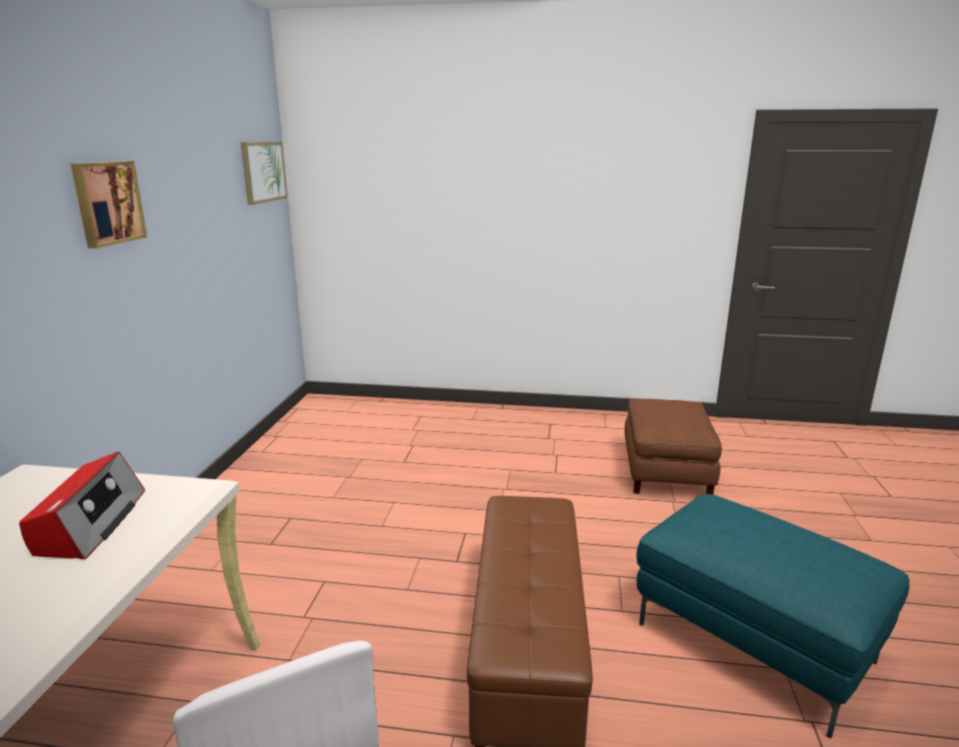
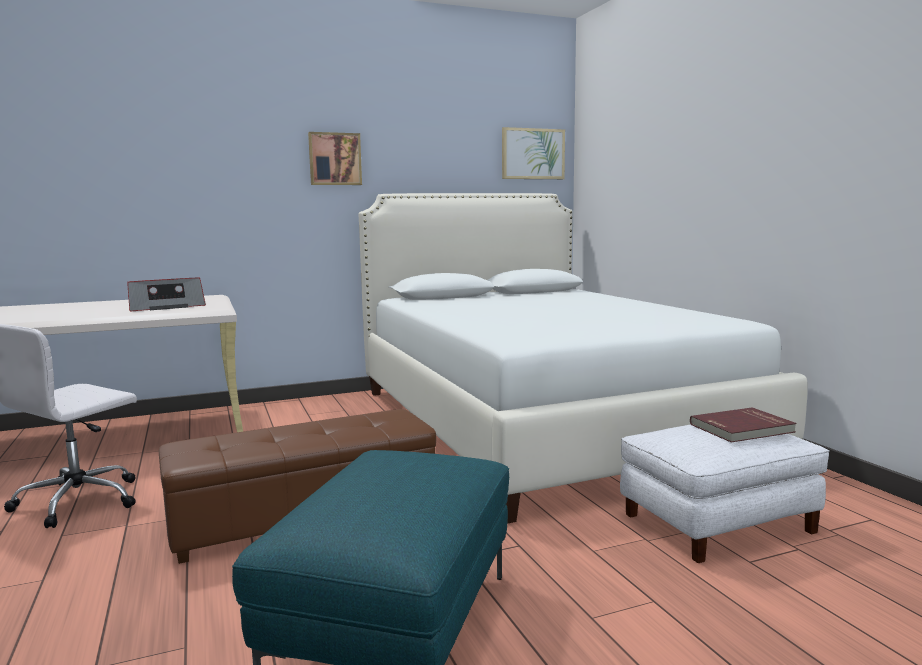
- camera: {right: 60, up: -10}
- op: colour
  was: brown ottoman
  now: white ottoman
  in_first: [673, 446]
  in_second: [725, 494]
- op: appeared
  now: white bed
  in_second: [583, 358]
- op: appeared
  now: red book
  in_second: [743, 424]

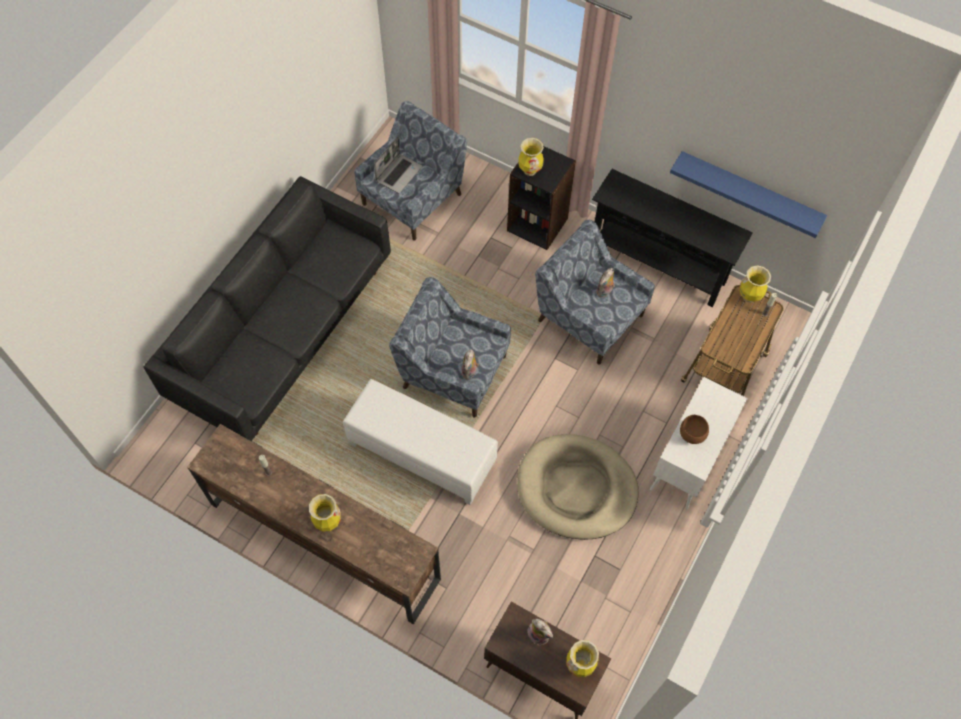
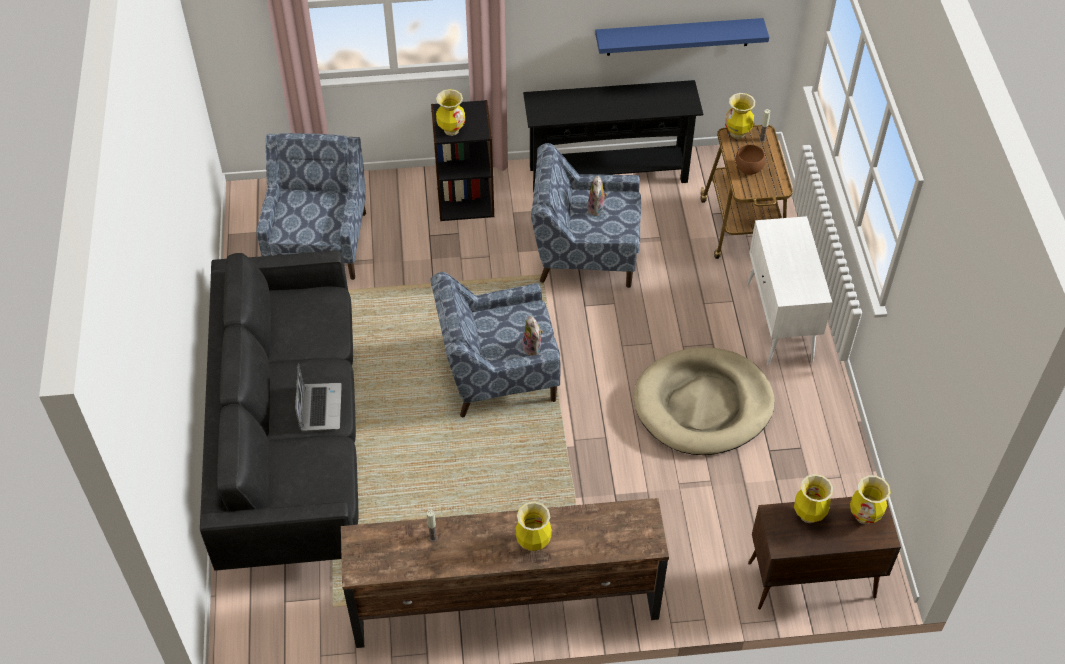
- camera: {right: -35, up: -10}
- op: missing
  was: white ottoman
  in_first: [420, 442]
- op: relocated
  was: laptop
  in_first: [398, 164]
  in_second: [318, 397]
- op: exchanged
  was: plush toy
  now: vase
  in_first: [540, 632]
  in_second: [813, 498]
- op: relocated
  was: brown bowl
  in_first: [694, 429]
  in_second: [751, 160]

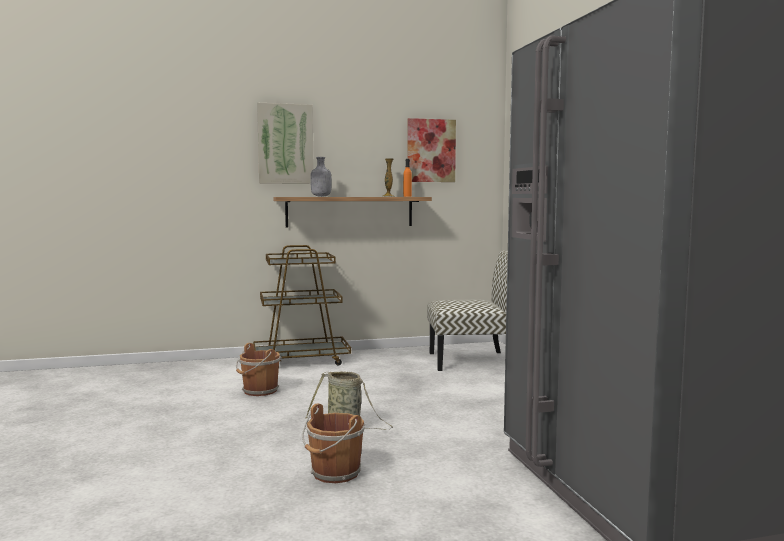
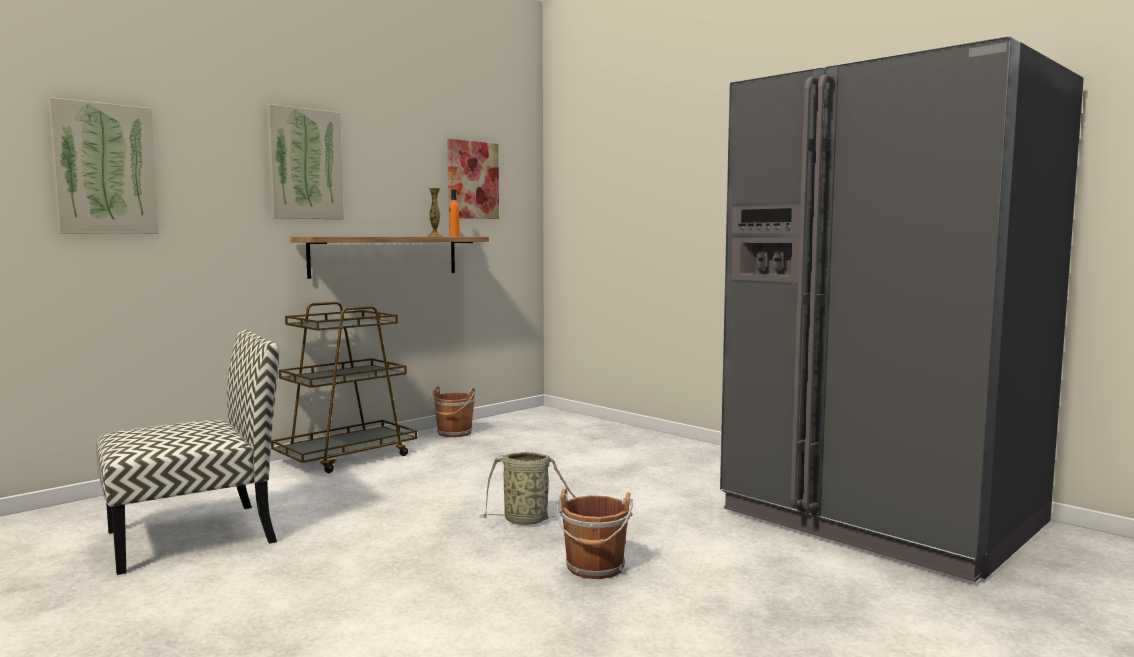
- camera: {right: -30, up: 0}
- op: relocated
  was: brown bucket
  in_first: [259, 369]
  in_second: [453, 411]
- op: missing
  was: grey bottle
  in_first: [321, 177]
- op: relocated
  was: chair
  in_first: [467, 310]
  in_second: [187, 452]
- op: appeared
  now: picture
  in_second: [103, 165]

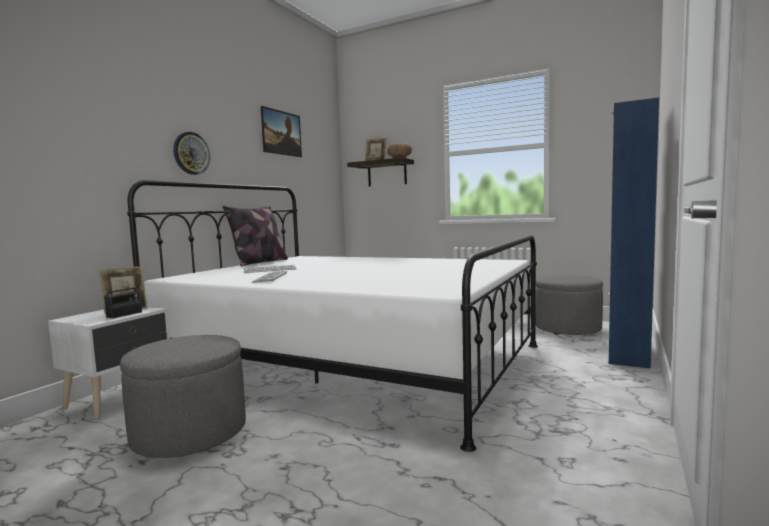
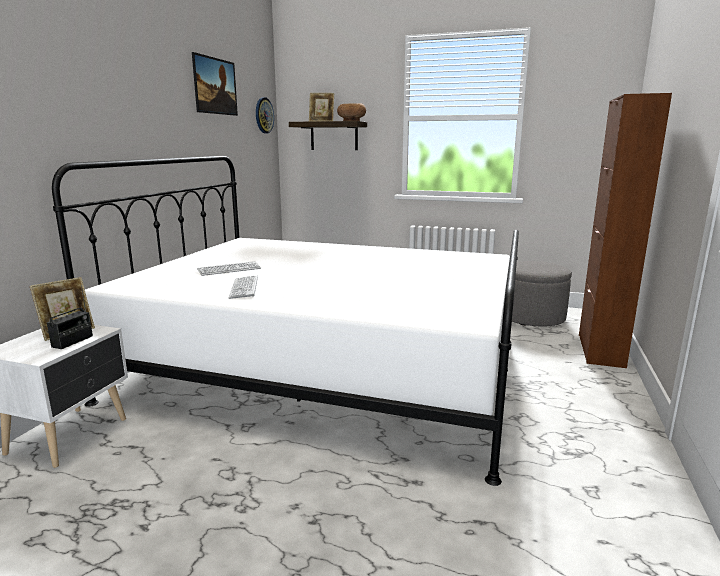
- camera: {right: -10, up: 10}
- op: missing
  was: grey ottoman
  in_first: [183, 396]
- op: relocated
  was: wall clock
  in_first: [191, 153]
  in_second: [265, 115]
- op: missing
  was: pillow
  in_first: [255, 236]
- op: colour
  was: blue cabinet
  now: brown cabinet
  in_first: [633, 232]
  in_second: [625, 230]

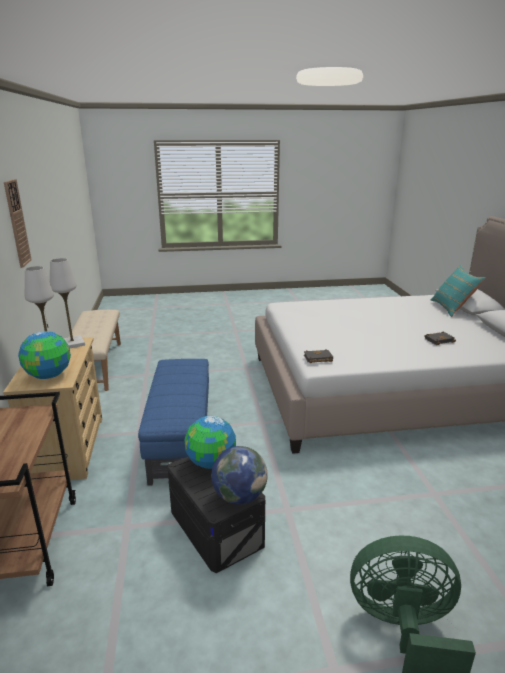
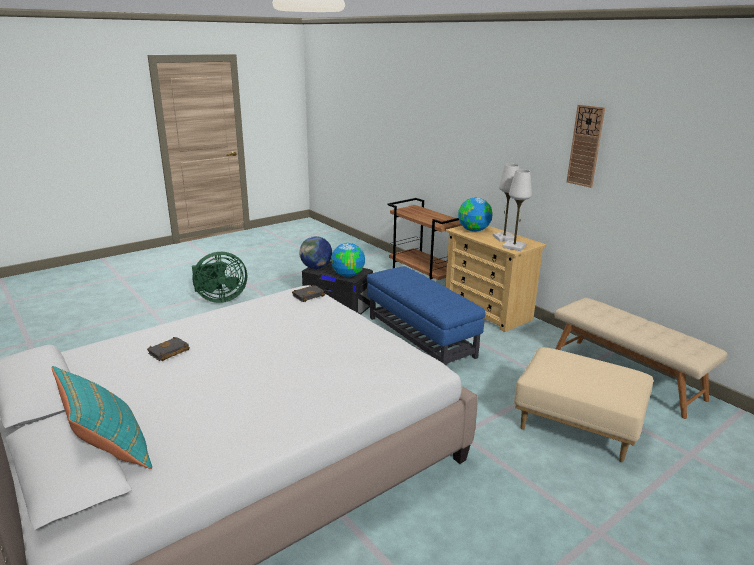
- camera: {right: 150, up: 0}
- op: appeared
  now: beige ottoman
  in_second: [583, 404]

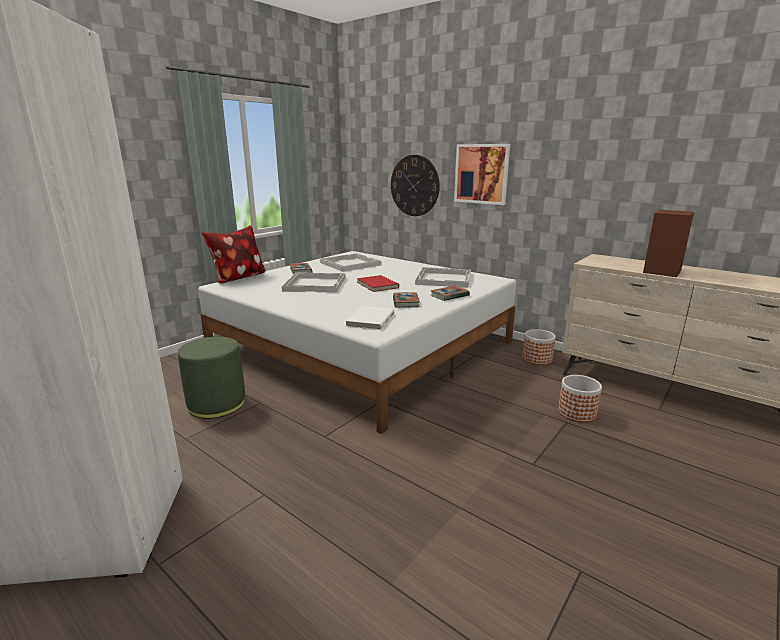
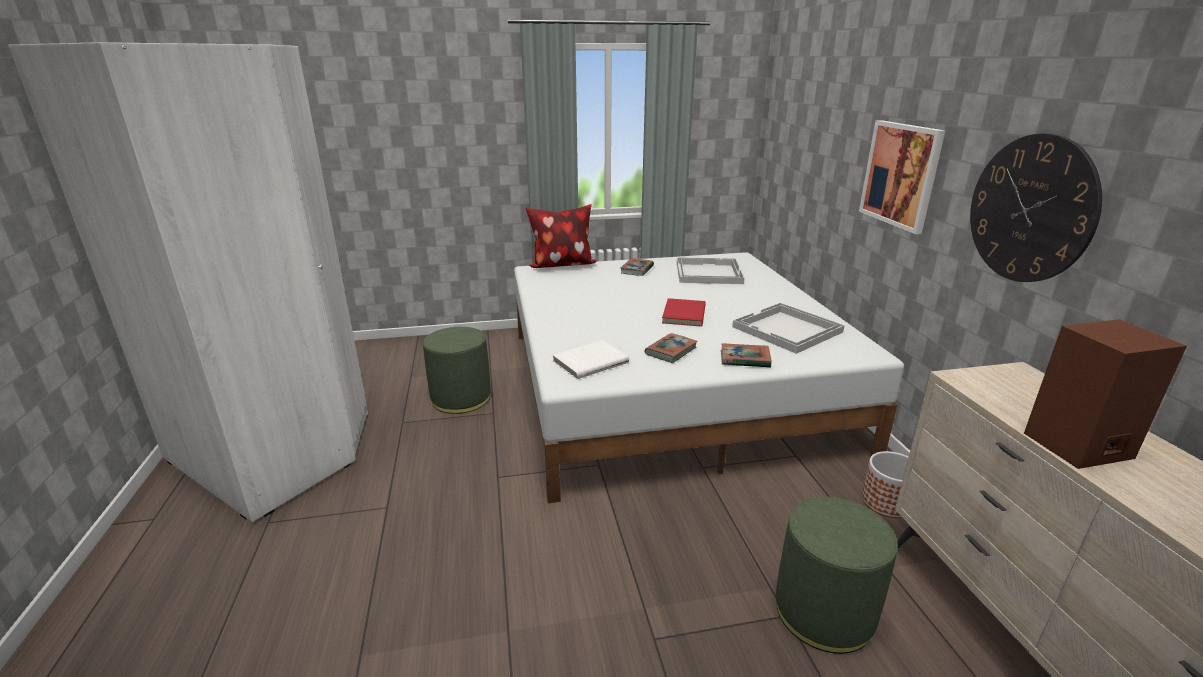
- camera: {right: 40, up: 5}
- op: missing
  was: white tray
  in_first: [313, 282]
- op: relocated
  was: wall clock
  in_first: [415, 185]
  in_second: [1036, 207]
- op: exchanged
  was: planter
  now: green ottoman
  in_first: [580, 398]
  in_second: [837, 575]

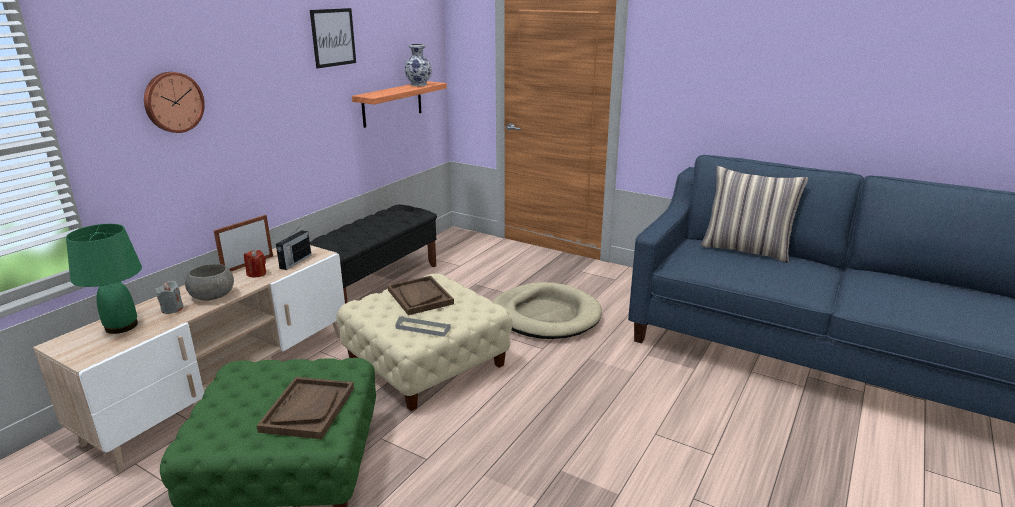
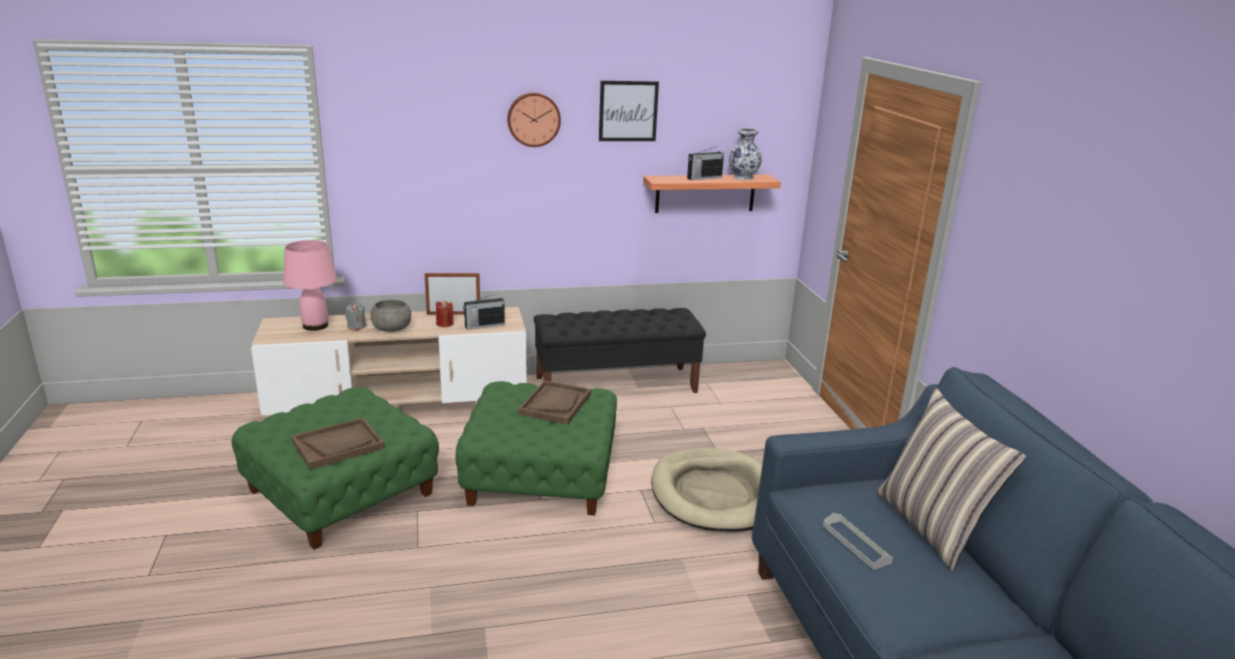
- camera: {right: 45, up: 0}
- op: colour
  was: green table lamp
  now: pink table lamp
  in_first: [104, 279]
  in_second: [310, 285]
- op: relocated
  was: wall clock
  in_first: [174, 102]
  in_second: [534, 119]
- op: colour
  was: beige ottoman
  now: green ottoman
  in_first: [424, 342]
  in_second: [536, 448]
- op: relocated
  was: grey tray
  in_first: [423, 326]
  in_second: [858, 541]
- op: appeared
  now: radio
  in_second: [705, 163]

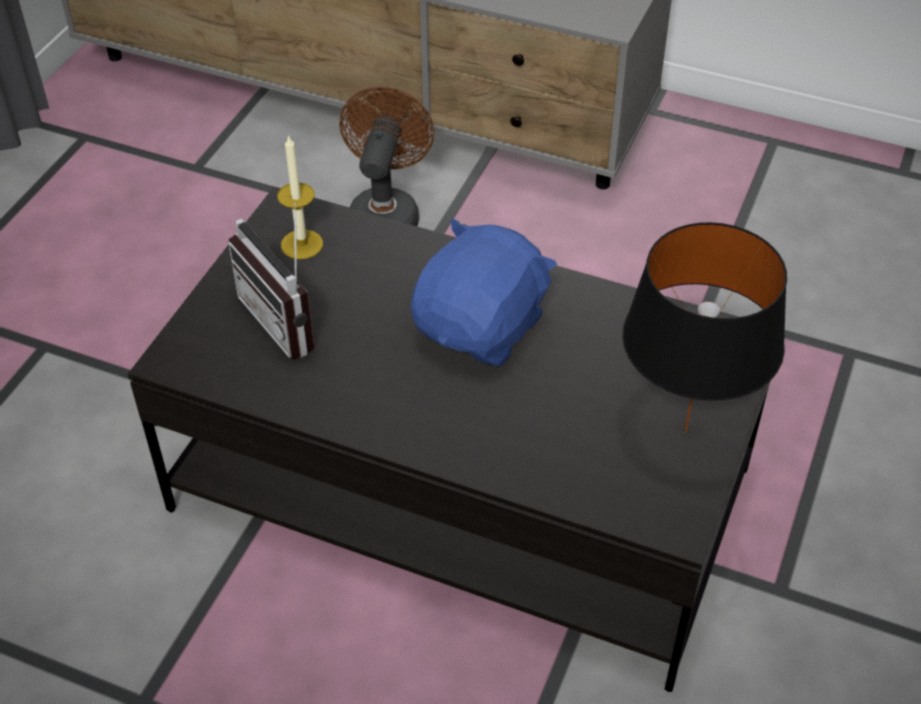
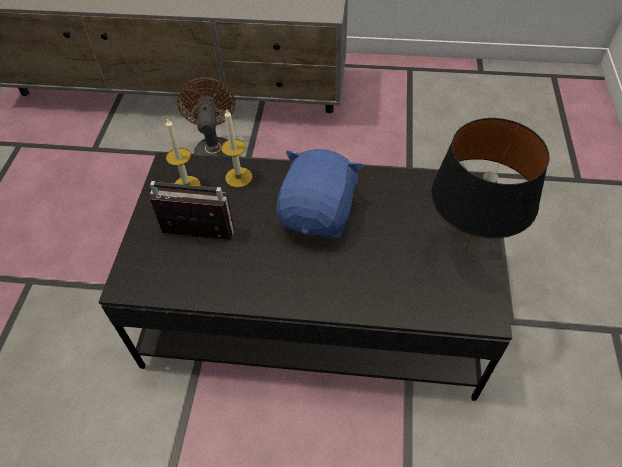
- camera: {right: -15, up: 5}
- op: spun
  was: radio
  in_first: [271, 281]
  in_second: [192, 210]
  clockwise: 150
- op: appeared
  now: candle
  in_second: [236, 148]

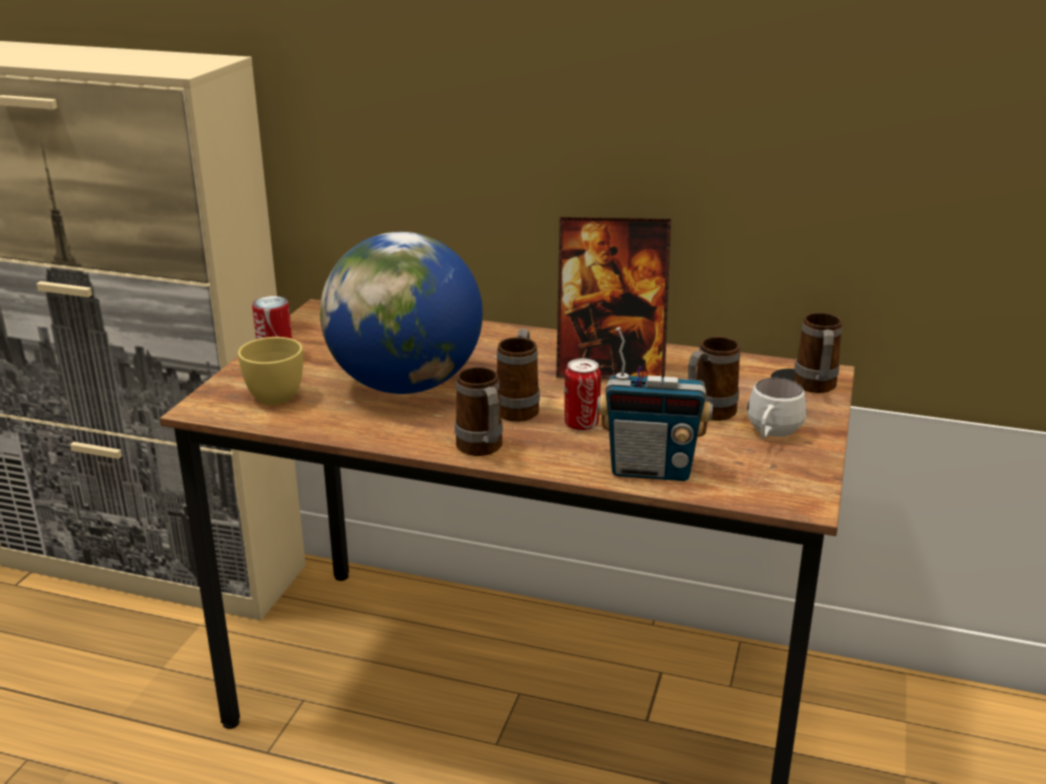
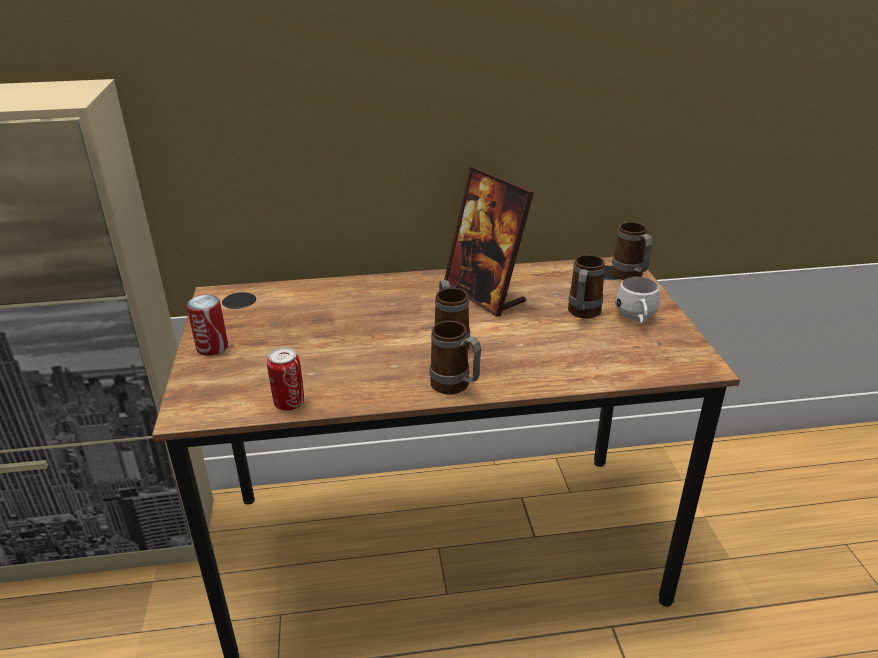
- camera: {right: -25, up: 5}
- op: missing
  was: yellow cup
  in_first: [270, 371]
- op: missing
  was: globe
  in_first: [401, 313]
- op: spun
  was: picture frame
  in_first: [613, 298]
  in_second: [489, 242]
  clockwise: 75
- op: relocated
  was: can
  in_first: [582, 394]
  in_second: [285, 379]
- op: missing
  was: radio
  in_first: [655, 404]

